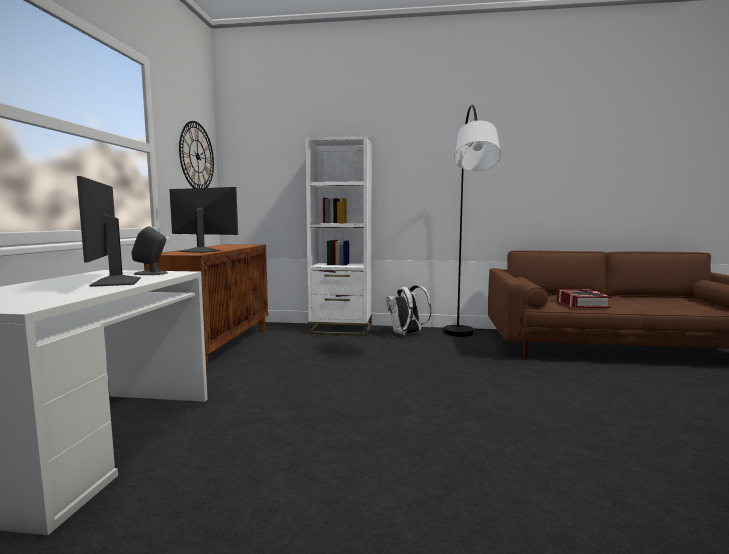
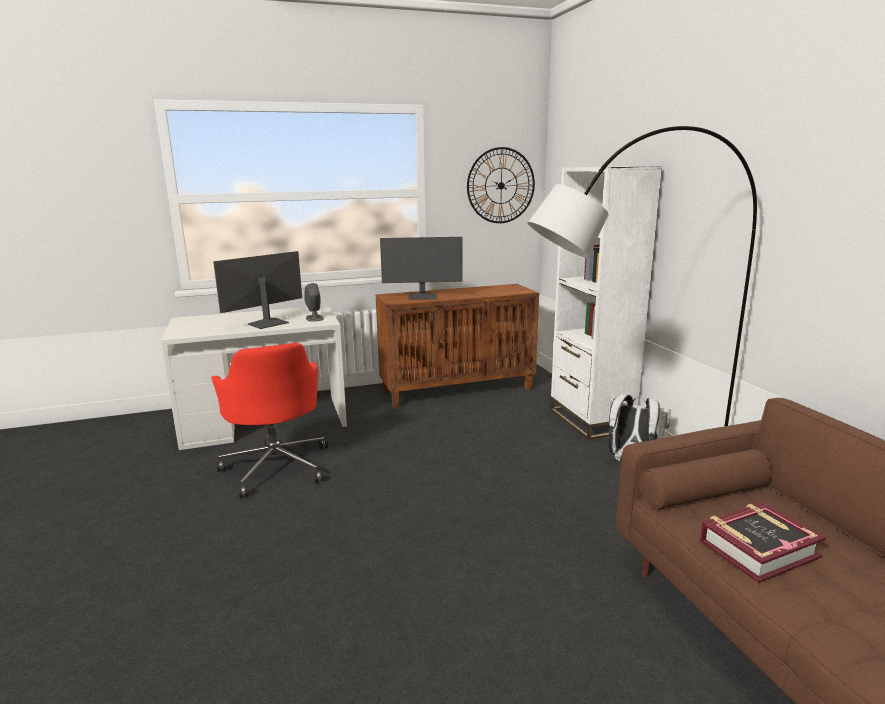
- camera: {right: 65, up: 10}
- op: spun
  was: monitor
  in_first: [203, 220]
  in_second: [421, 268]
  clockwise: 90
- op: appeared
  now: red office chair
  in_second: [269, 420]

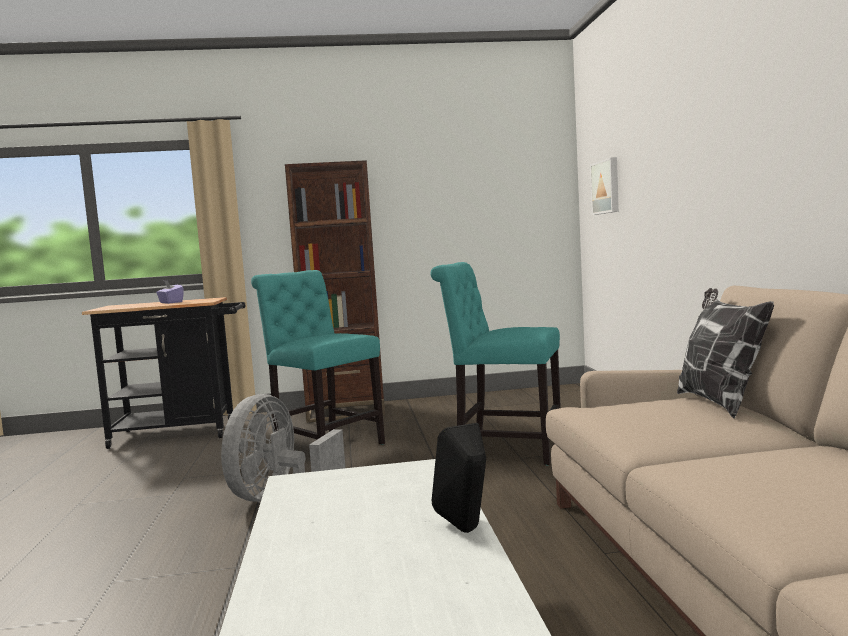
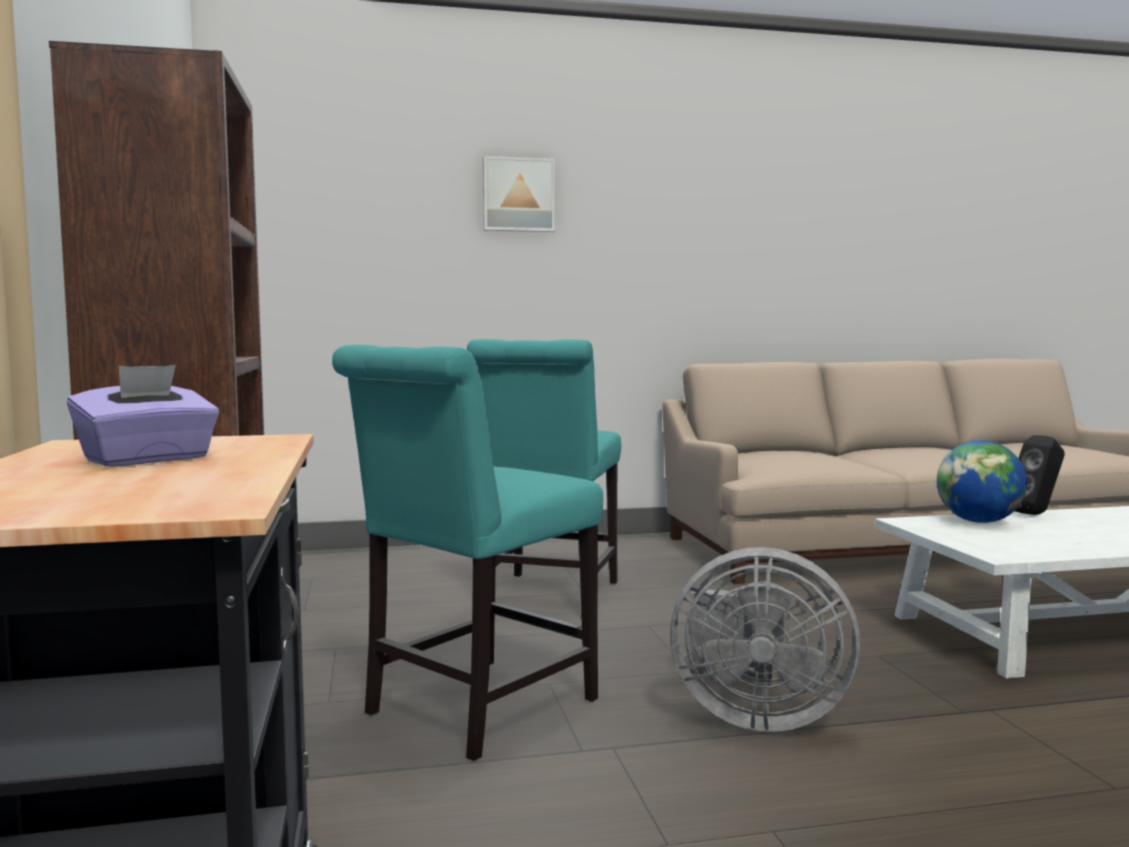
- camera: {right: -95, up: 0}
- op: relocated
  was: picture
  in_first: [604, 186]
  in_second: [519, 194]
- op: missing
  was: pillow
  in_first: [725, 353]
- op: appeared
  now: globe
  in_second: [982, 481]

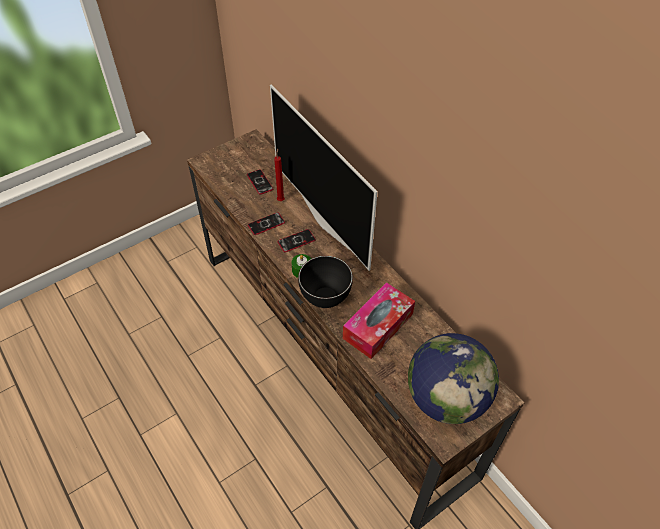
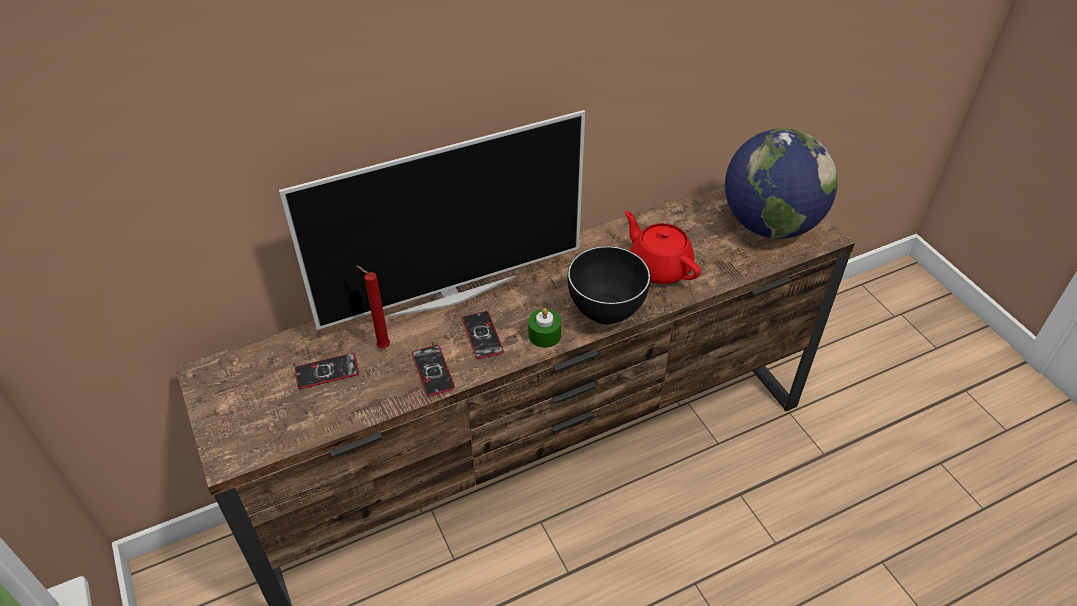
- camera: {right: -80, up: -5}
- op: exchanged
  was: tissue box
  now: red teapot
  in_first: [379, 320]
  in_second: [663, 247]

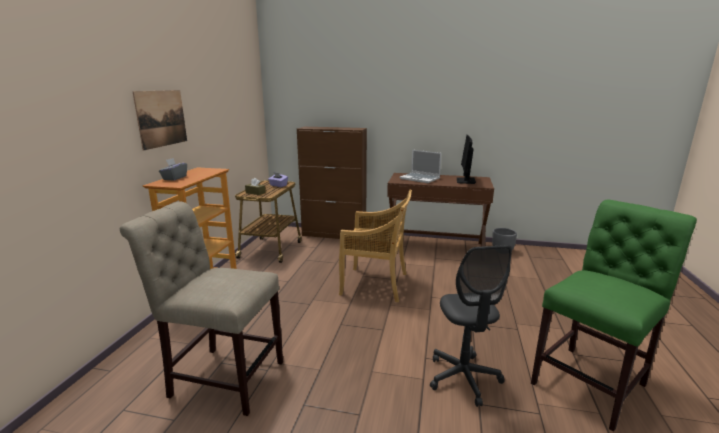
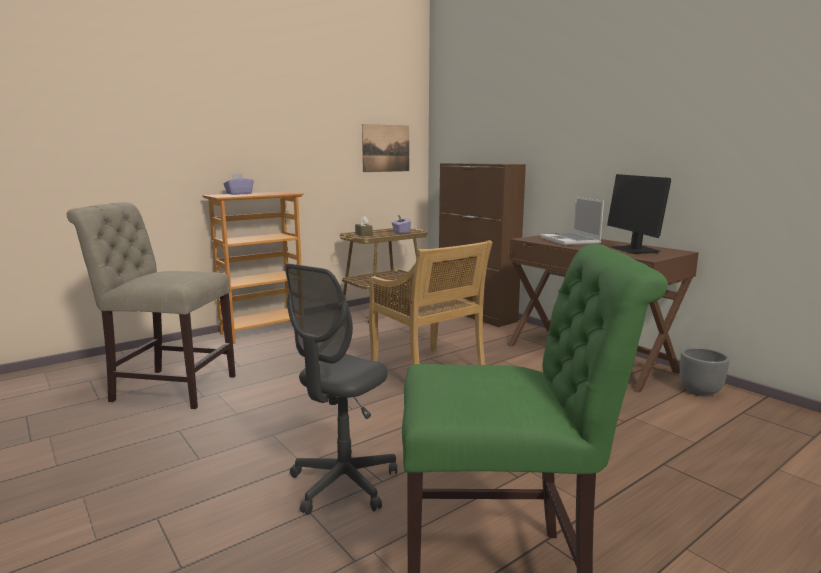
- camera: {right: 40, up: -5}
- op: spun
  was: beige chair
  in_first: [201, 308]
  in_second: [151, 305]
  clockwise: -45
- op: relocated
  was: picture
  in_first: [159, 120]
  in_second: [385, 148]
- op: colour
  was: grey tissue box
  now: purple tissue box
  in_first: [173, 169]
  in_second: [239, 184]
- op: spun
  was: monitor
  in_first: [466, 159]
  in_second: [639, 214]
  clockwise: -60

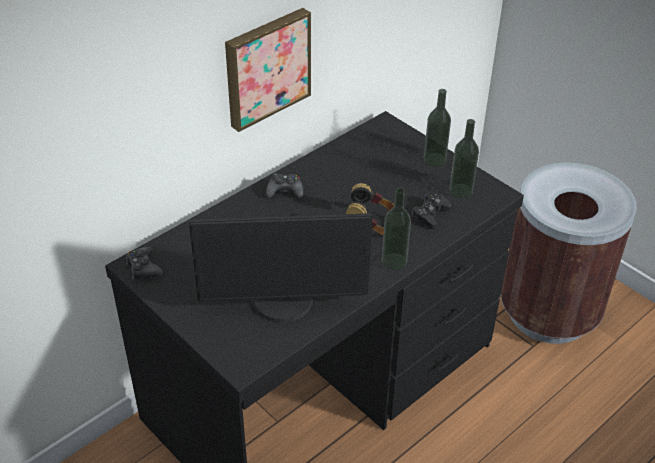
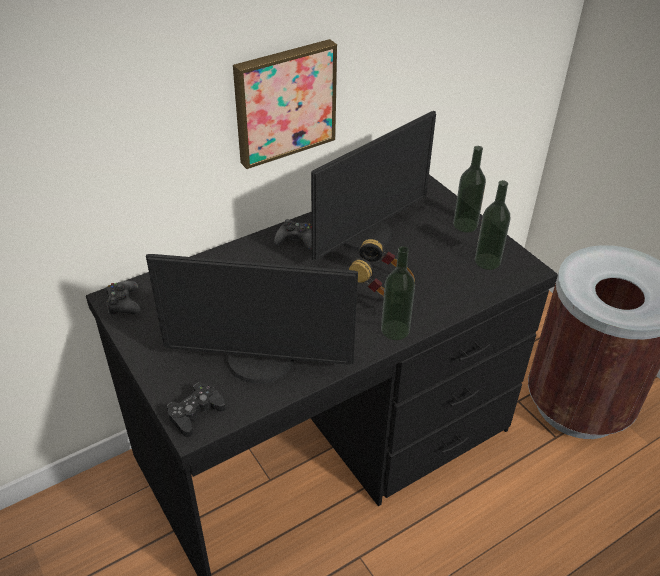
- camera: {right: 10, up: 0}
- op: relocated
  was: black game controller
  in_first: [431, 210]
  in_second: [196, 409]
- op: appeared
  now: monitor
  in_second: [373, 186]

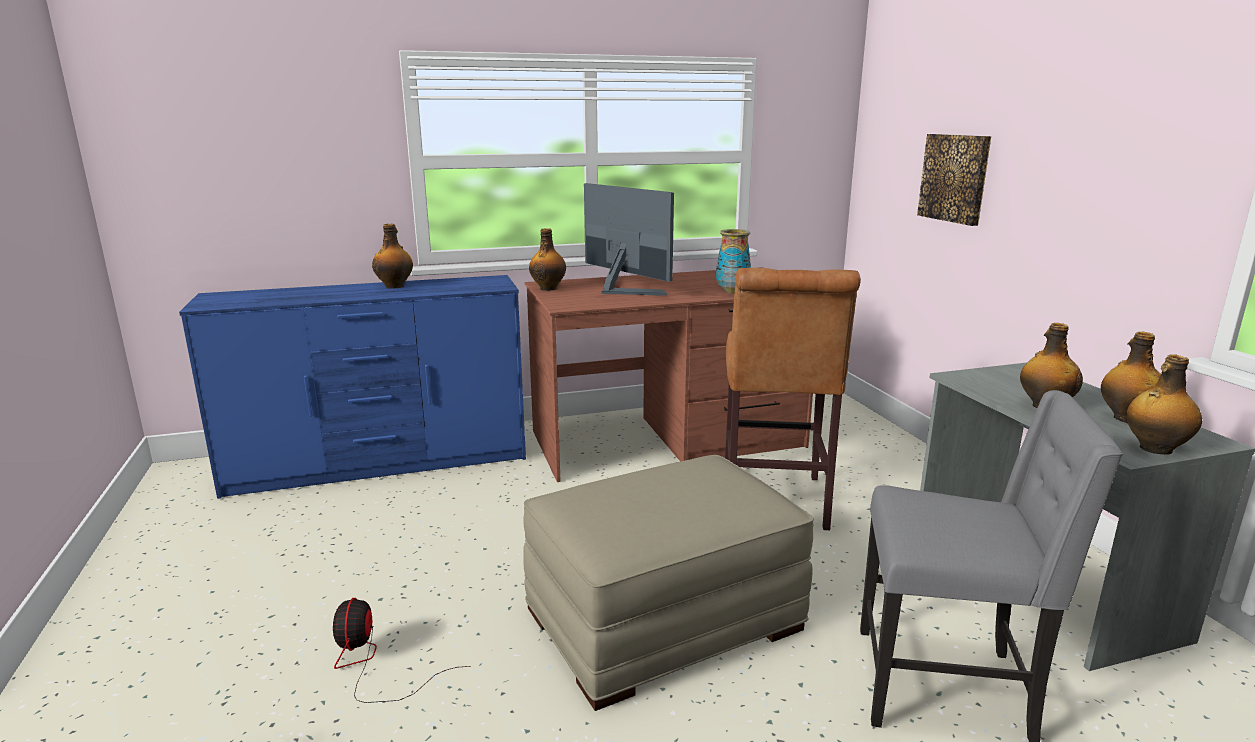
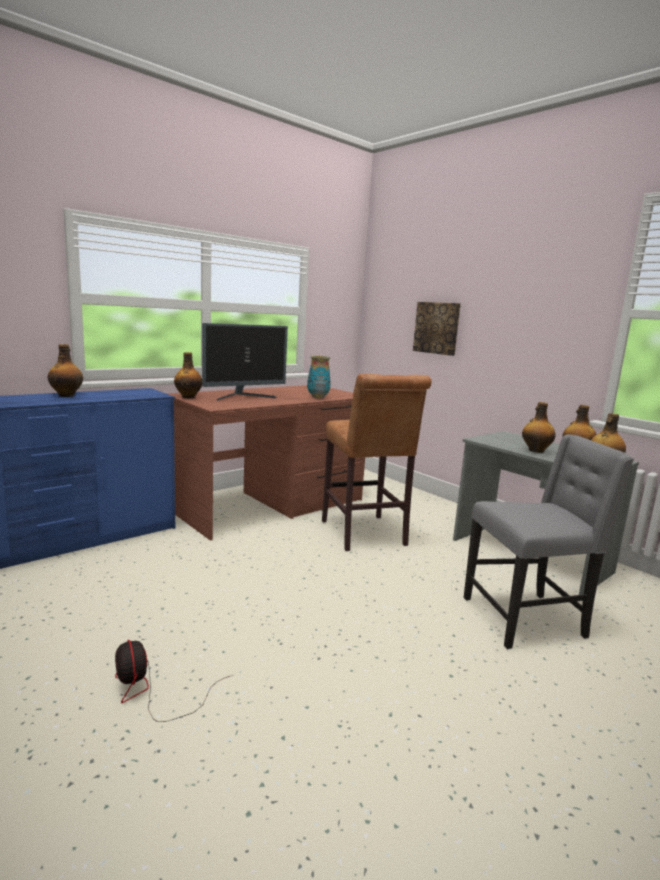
- camera: {right: -25, up: -5}
- op: missing
  was: beige ottoman
  in_first: [668, 583]
- op: spun
  was: monitor
  in_first: [629, 239]
  in_second: [245, 362]
  clockwise: 120

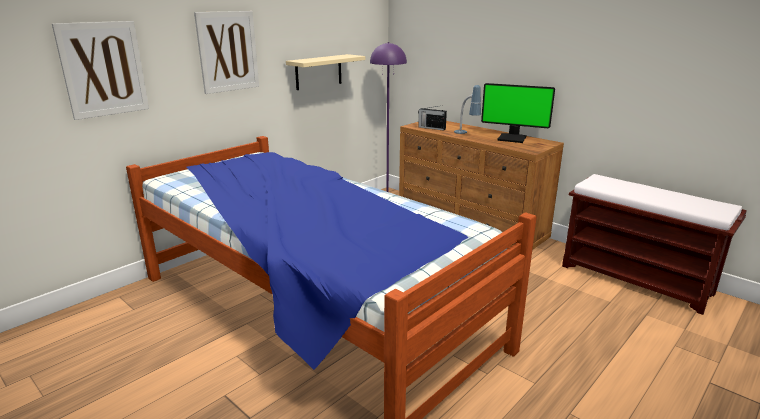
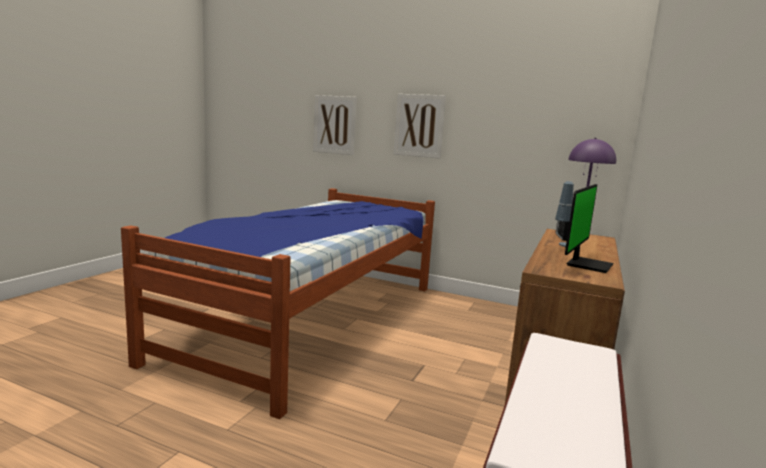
- camera: {right: 70, up: -10}
- op: missing
  was: beige shelf
  in_first: [325, 72]
- op: spun
  was: monitor
  in_first: [518, 113]
  in_second: [589, 228]
  clockwise: -150

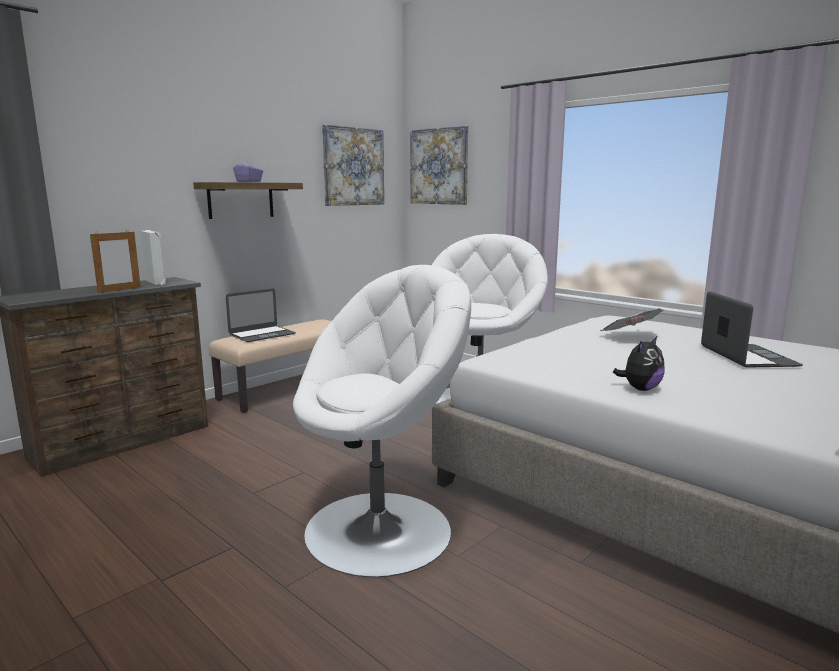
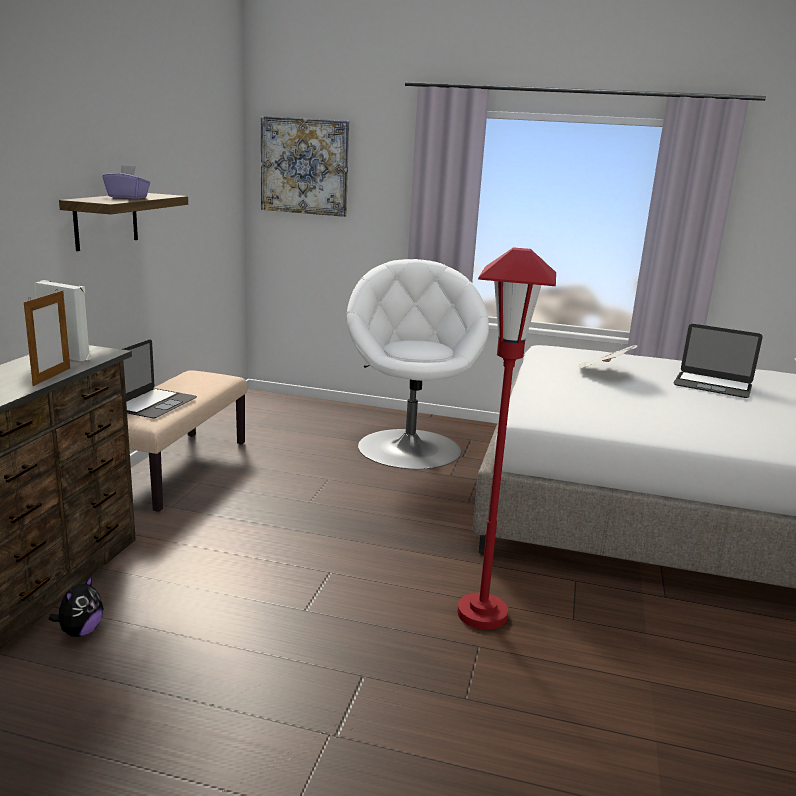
- camera: {right: -30, up: 5}
- op: exchanged
  was: white armchair
  now: red floor lamp
  in_first: [382, 421]
  in_second: [506, 438]
- op: missing
  was: picture
  in_first: [353, 165]
- op: relocated
  was: plush toy
  in_first: [639, 363]
  in_second: [76, 606]
- op: spun
  was: laptop
  in_first: [752, 329]
  in_second: [718, 361]
  clockwise: 150

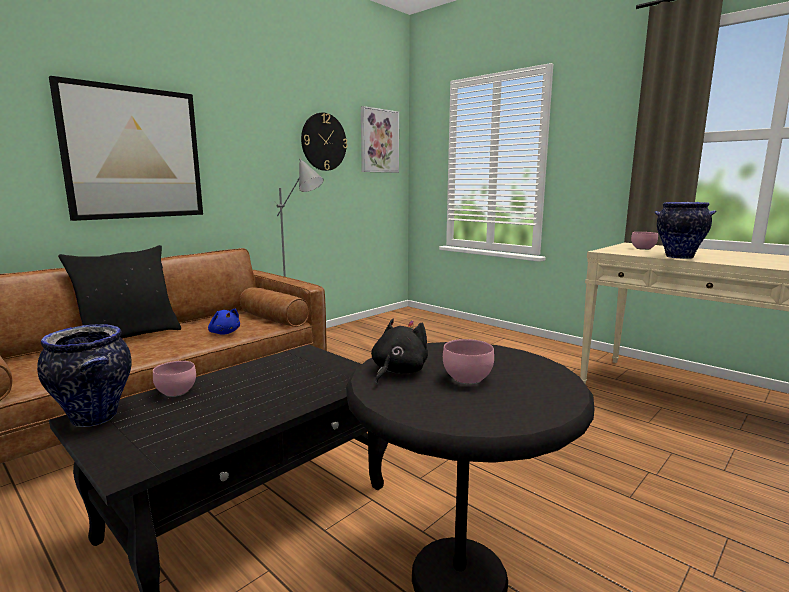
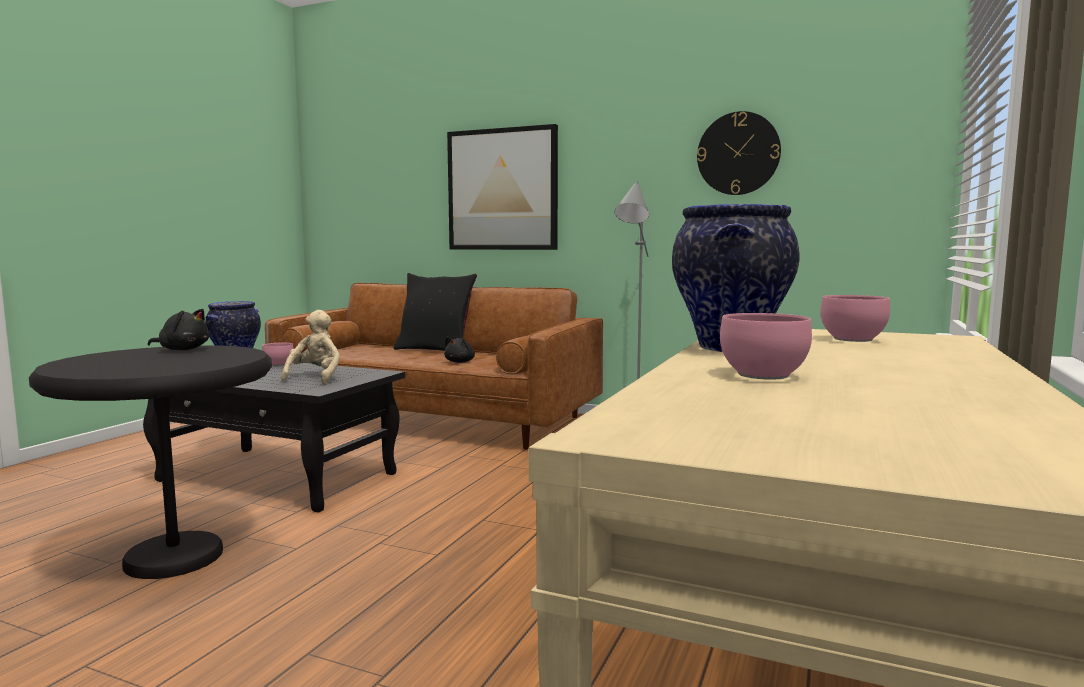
- camera: {right: 70, up: -5}
- op: colour
  was: blue plush toy
  now: black plush toy
  in_first: [224, 322]
  in_second: [459, 350]
- op: missing
  was: picture
  in_first: [380, 139]
- op: relocated
  was: pink bowl
  in_first: [468, 362]
  in_second: [766, 346]
- op: appeared
  now: beige plush toy
  in_second: [310, 347]

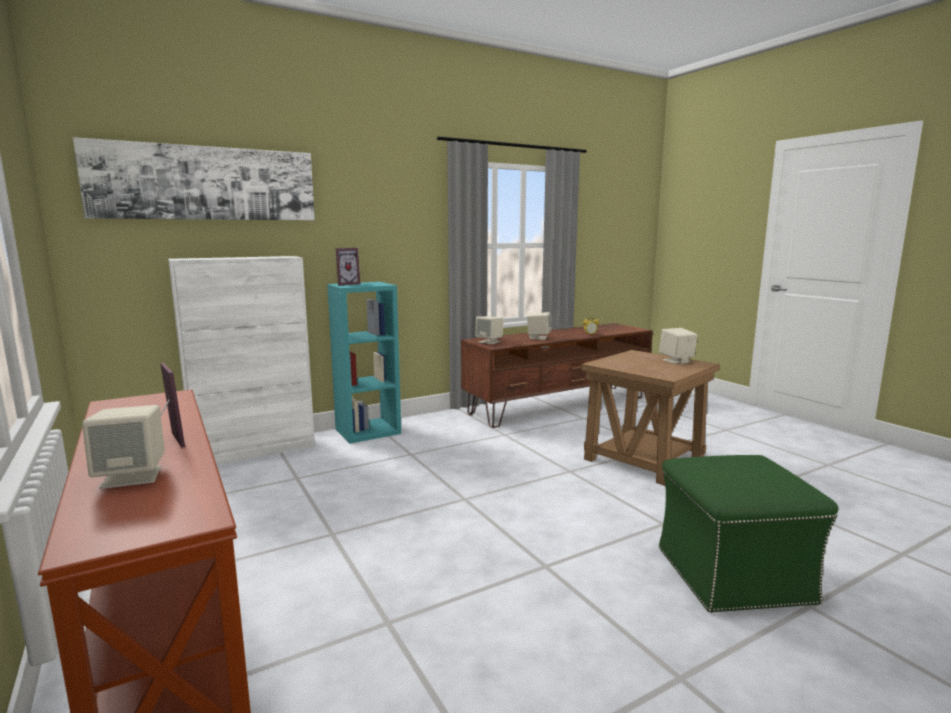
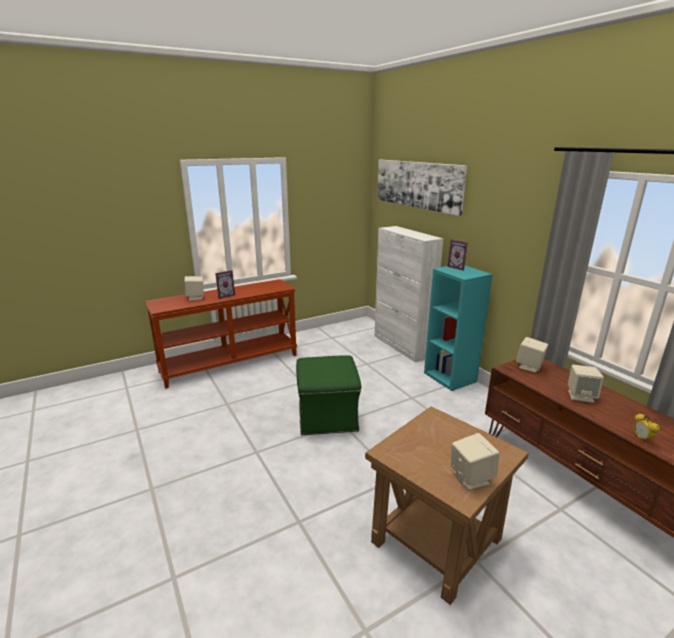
- camera: {right: 90, up: 10}
- op: relocated
  was: green ottoman
  in_first: [748, 534]
  in_second: [328, 395]

